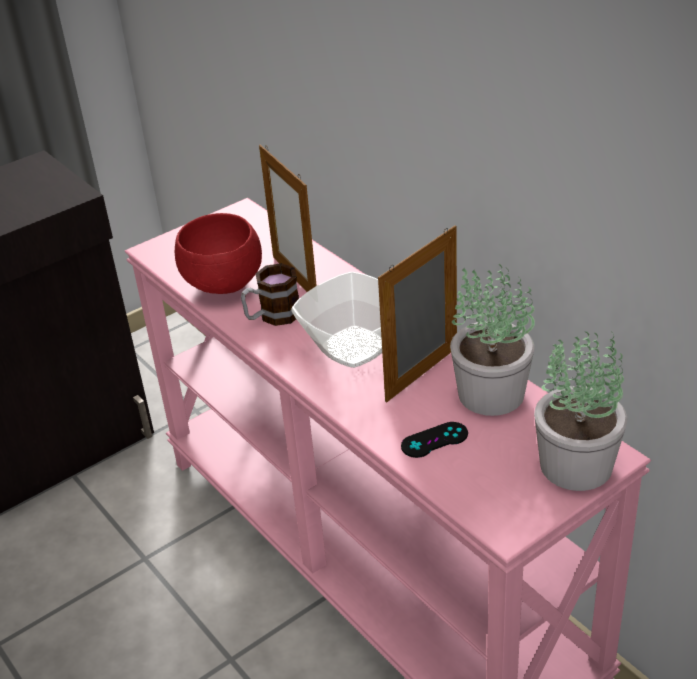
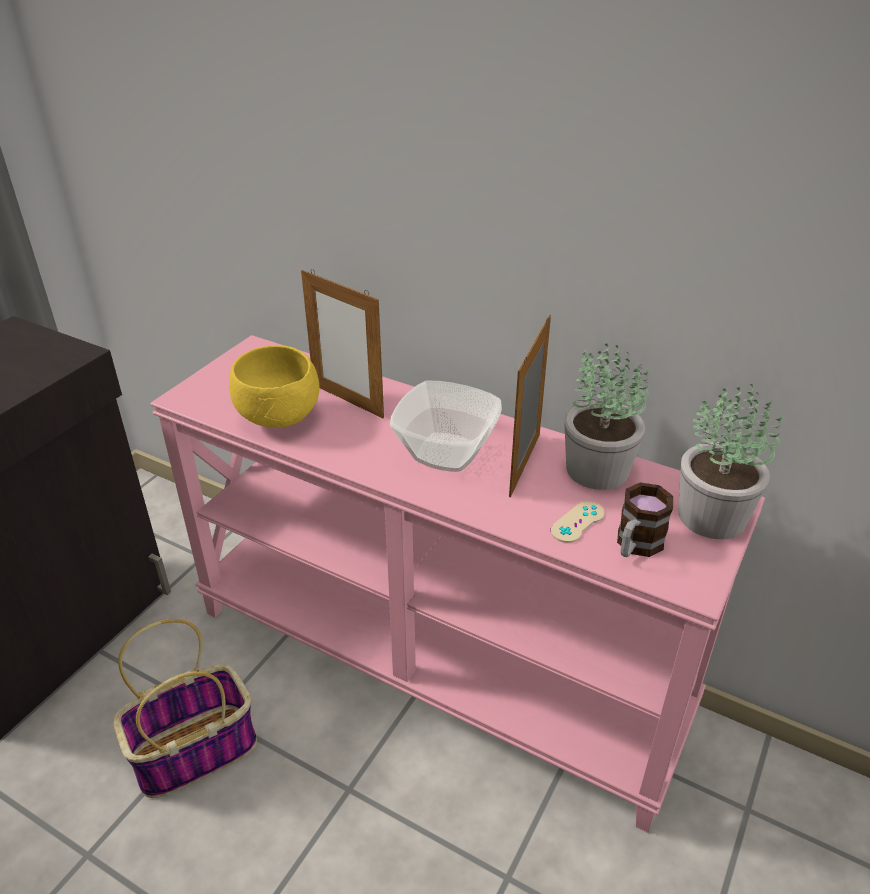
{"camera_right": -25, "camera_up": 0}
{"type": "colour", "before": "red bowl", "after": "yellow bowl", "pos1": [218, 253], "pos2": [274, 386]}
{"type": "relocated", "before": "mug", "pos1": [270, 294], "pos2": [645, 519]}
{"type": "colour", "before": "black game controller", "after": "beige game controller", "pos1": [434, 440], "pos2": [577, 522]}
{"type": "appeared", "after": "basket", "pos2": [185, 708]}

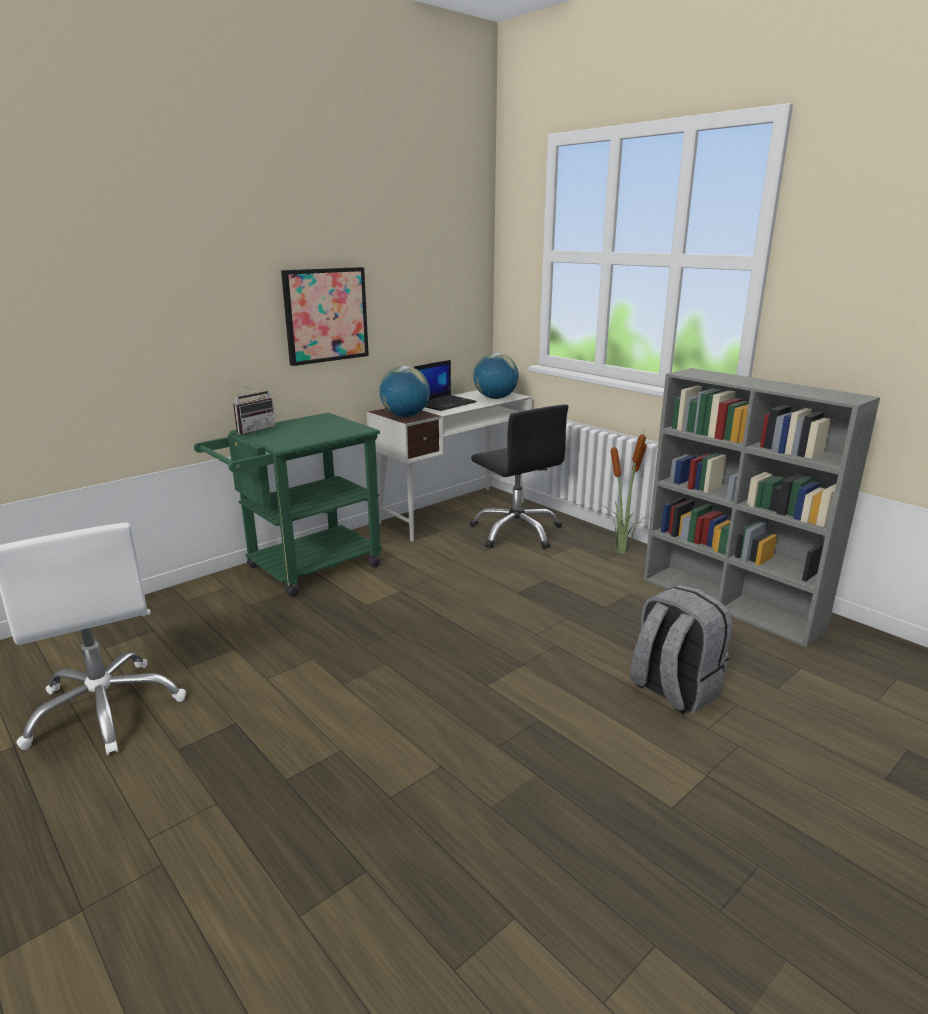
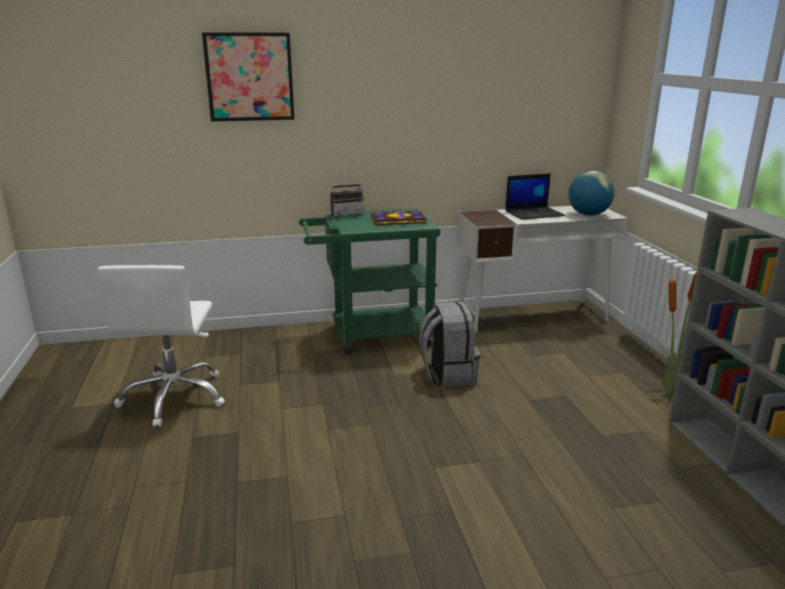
{"camera_right": 30, "camera_up": 0}
{"type": "relocated", "before": "picture", "pos1": [325, 316], "pos2": [248, 76]}
{"type": "missing", "before": "globe", "pos1": [404, 391]}
{"type": "missing", "before": "black office chair", "pos1": [518, 476]}
{"type": "relocated", "before": "grey backpack", "pos1": [681, 649], "pos2": [449, 344]}
{"type": "appeared", "after": "book", "pos2": [399, 217]}

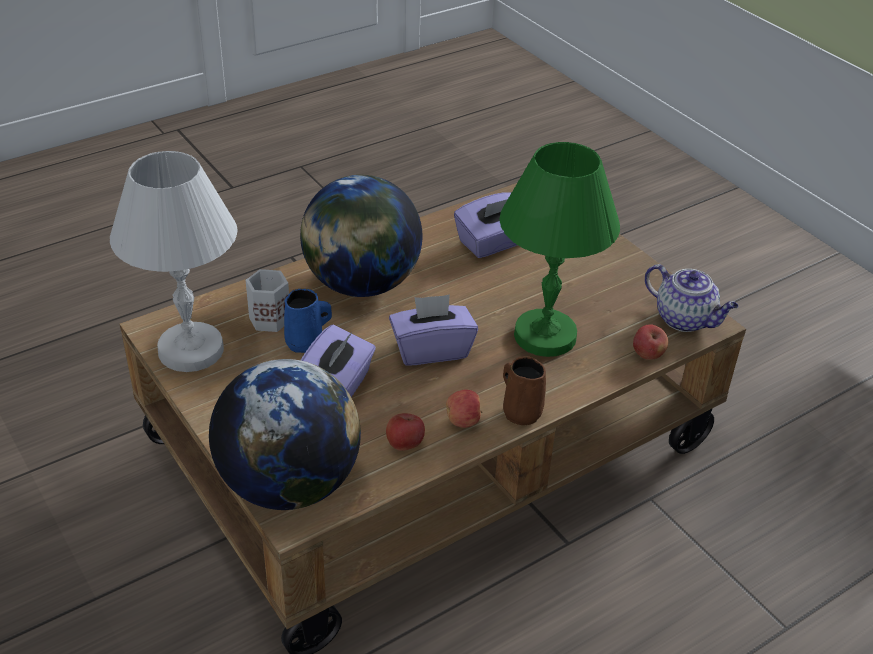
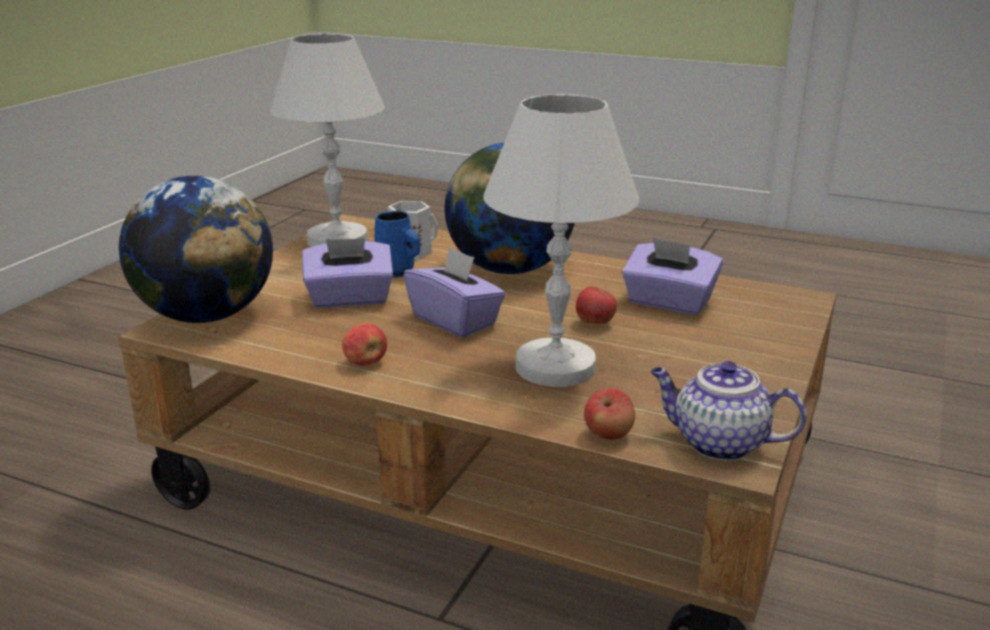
{"camera_right": 60, "camera_up": -15}
{"type": "relocated", "before": "apple", "pos1": [405, 432], "pos2": [596, 305]}
{"type": "colour", "before": "green table lamp", "after": "white table lamp", "pos1": [559, 249], "pos2": [561, 240]}
{"type": "missing", "before": "brown mug", "pos1": [524, 390]}
{"type": "spun", "before": "teapot", "pos1": [691, 298], "pos2": [728, 411], "turn": 105}

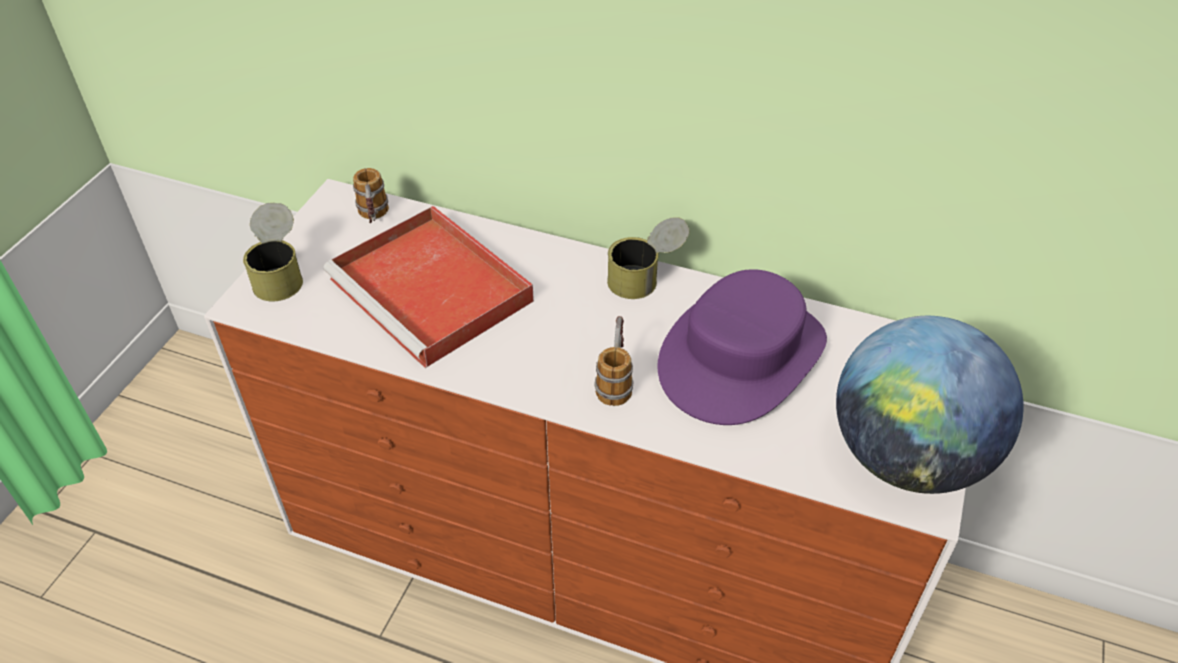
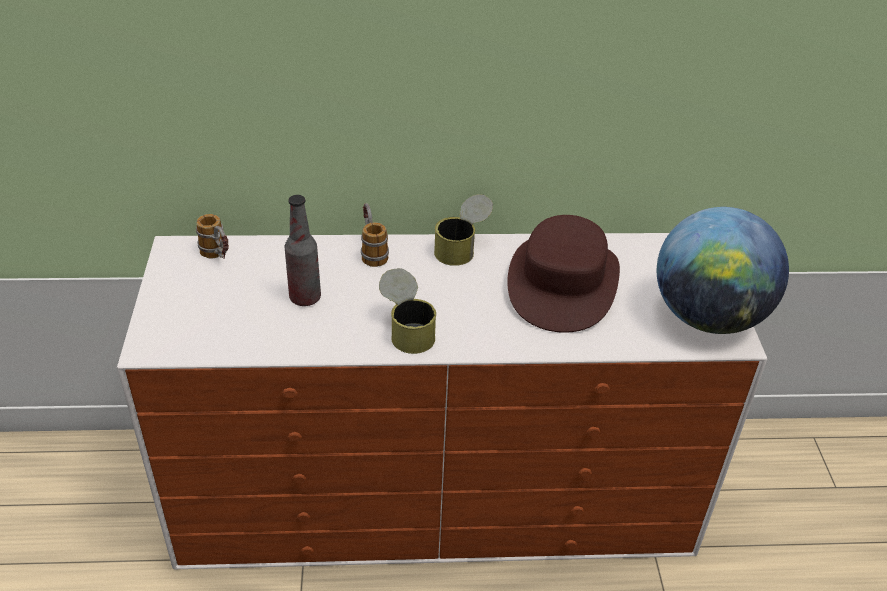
{"camera_right": -25, "camera_up": -5}
{"type": "relocated", "before": "can", "pos1": [273, 252], "pos2": [407, 311]}
{"type": "exchanged", "before": "red tray", "after": "bottle", "pos1": [428, 287], "pos2": [303, 250]}
{"type": "relocated", "before": "mug", "pos1": [614, 361], "pos2": [375, 235]}
{"type": "colour", "before": "purple hat", "after": "brown hat", "pos1": [742, 347], "pos2": [563, 274]}

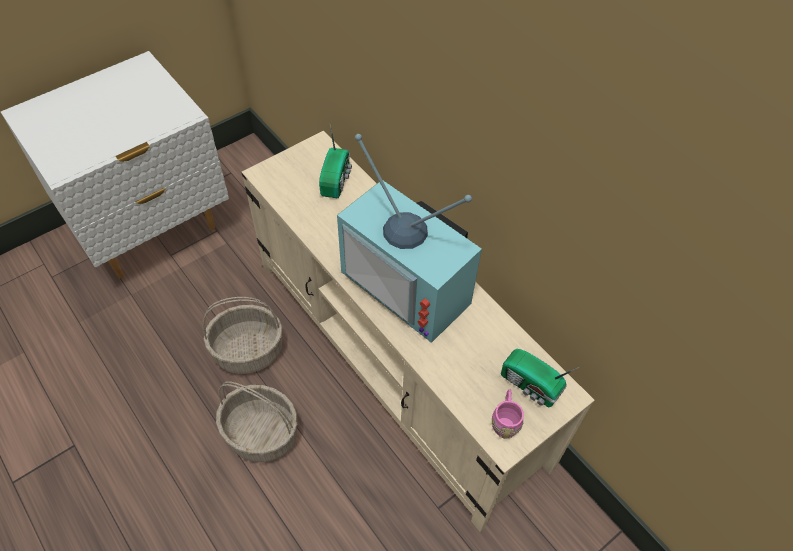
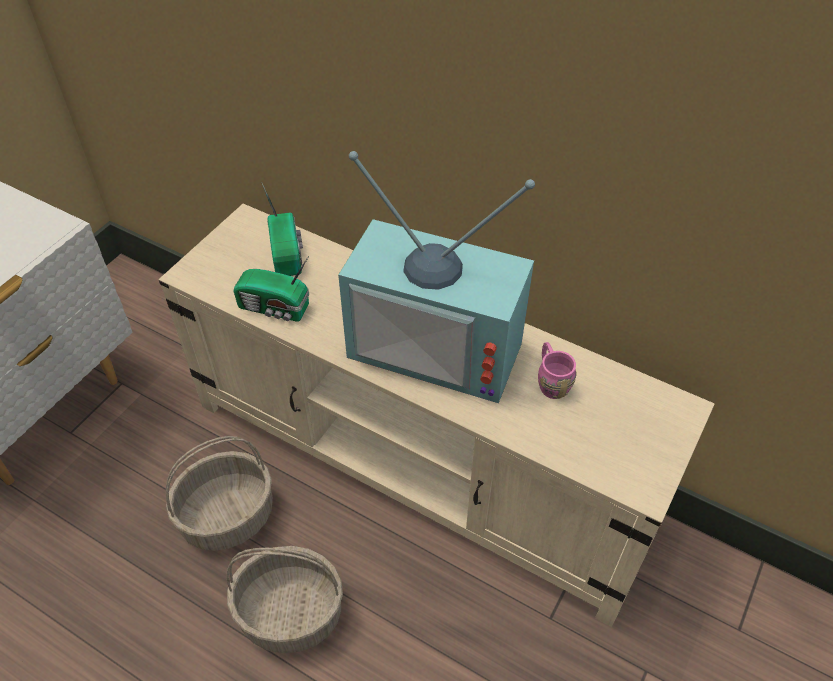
{"camera_right": -20, "camera_up": -5}
{"type": "relocated", "before": "pink mug", "pos1": [508, 414], "pos2": [557, 370]}
{"type": "relocated", "before": "radio", "pos1": [540, 378], "pos2": [271, 289]}

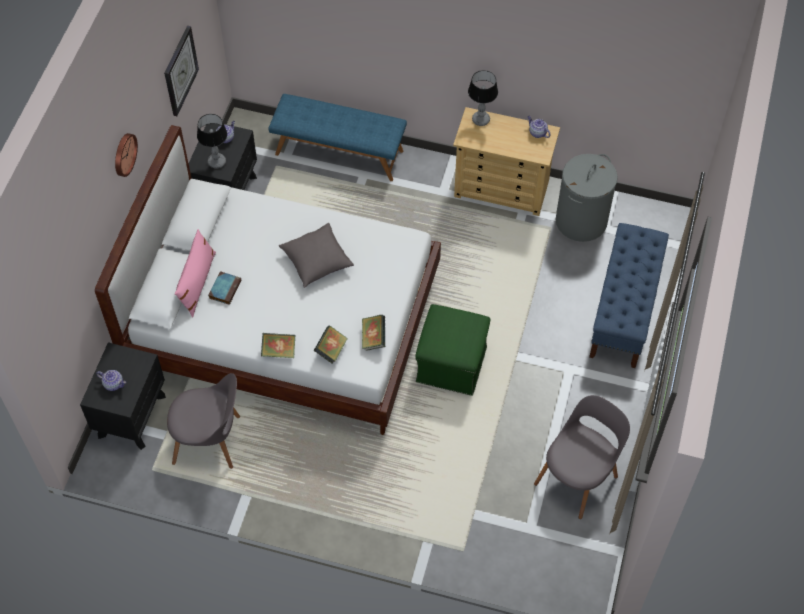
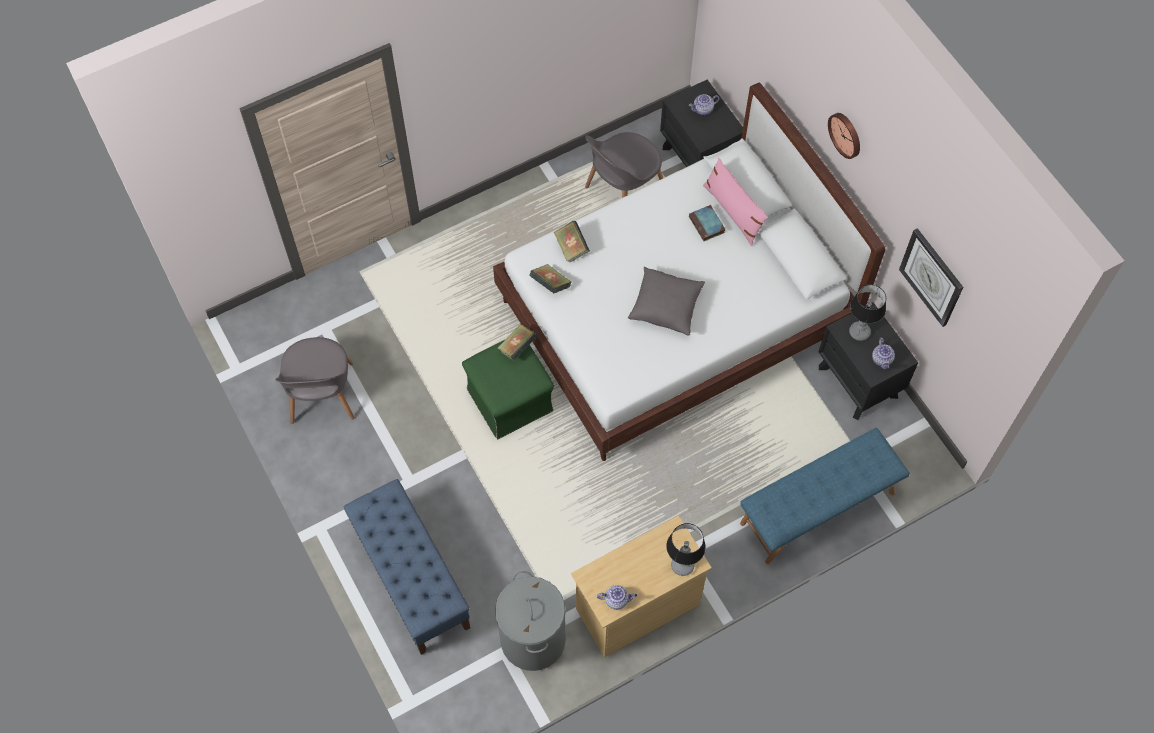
{"camera_right": 135, "camera_up": 5}
{"type": "relocated", "before": "book", "pos1": [278, 345], "pos2": [517, 342]}

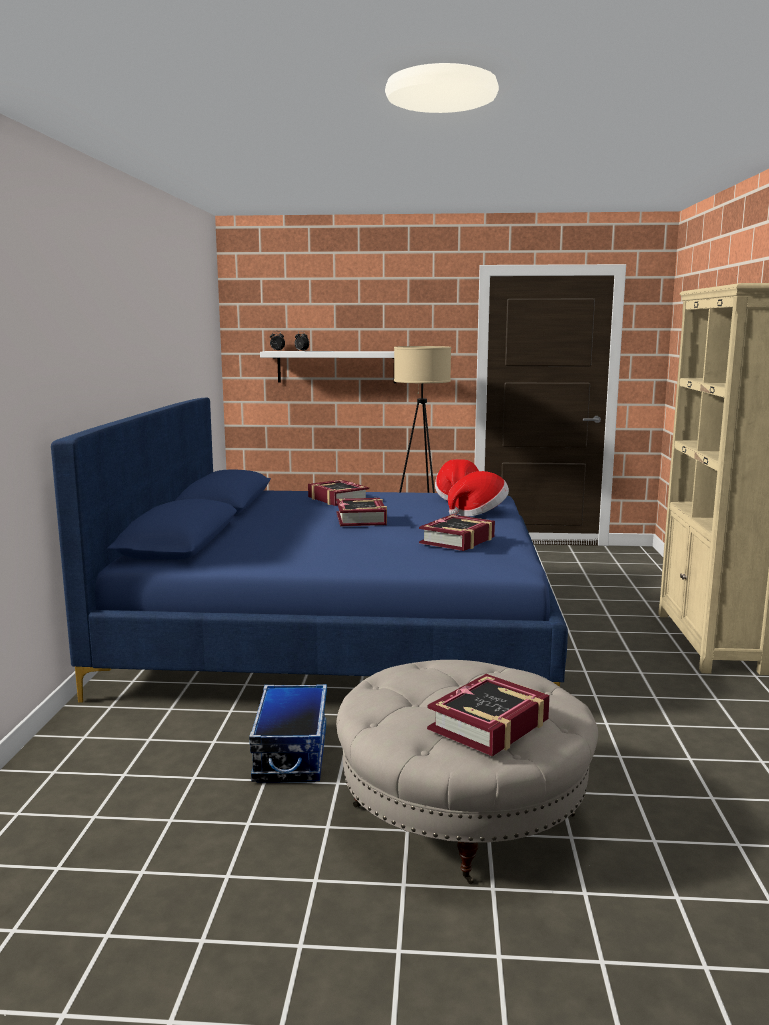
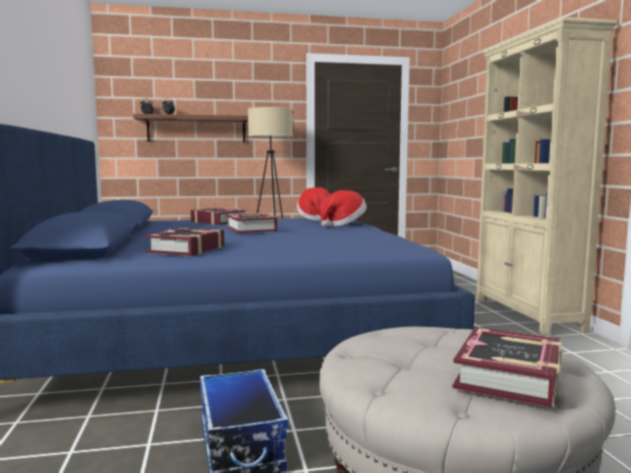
{"camera_right": -15, "camera_up": -5}
{"type": "colour", "before": "white shelf", "after": "brown shelf", "pos1": [328, 367], "pos2": [190, 128]}
{"type": "relocated", "before": "book", "pos1": [457, 532], "pos2": [185, 242]}

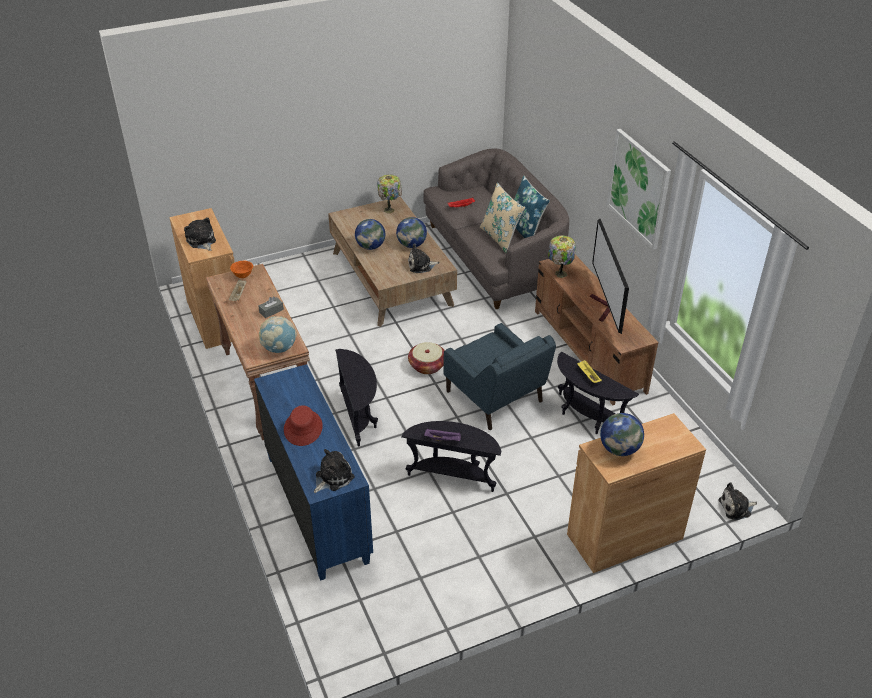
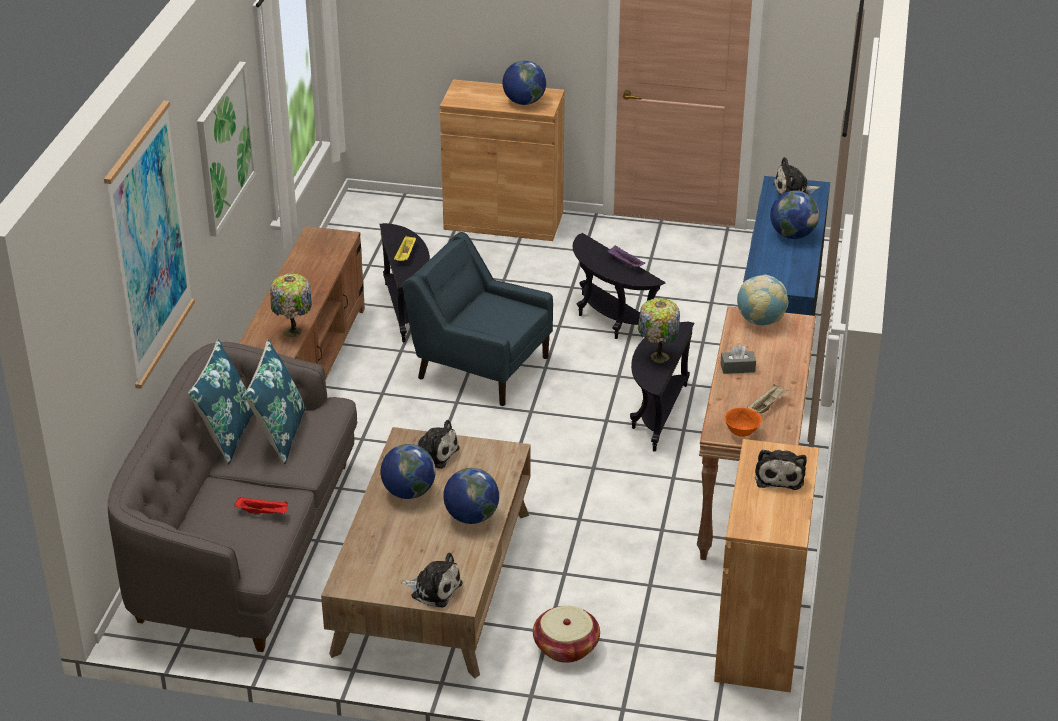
{"camera_right": -145, "camera_up": -5}
{"type": "exchanged", "before": "red hat", "after": "globe", "pos1": [303, 425], "pos2": [794, 214]}
{"type": "relocated", "before": "table lamp", "pos1": [389, 194], "pos2": [659, 330]}
{"type": "relocated", "before": "basket", "pos1": [426, 358], "pos2": [566, 634]}
{"type": "spun", "before": "blue armchair", "pos1": [499, 376], "pos2": [477, 319], "turn": -60}
{"type": "colour", "before": "beige pillow", "after": "blue pillow", "pos1": [502, 217], "pos2": [275, 402]}
{"type": "missing", "before": "television", "pos1": [609, 276]}
{"type": "relocated", "before": "plush toy", "pos1": [737, 501], "pos2": [432, 580]}
{"type": "appeared", "after": "picture", "pos2": [149, 245]}

